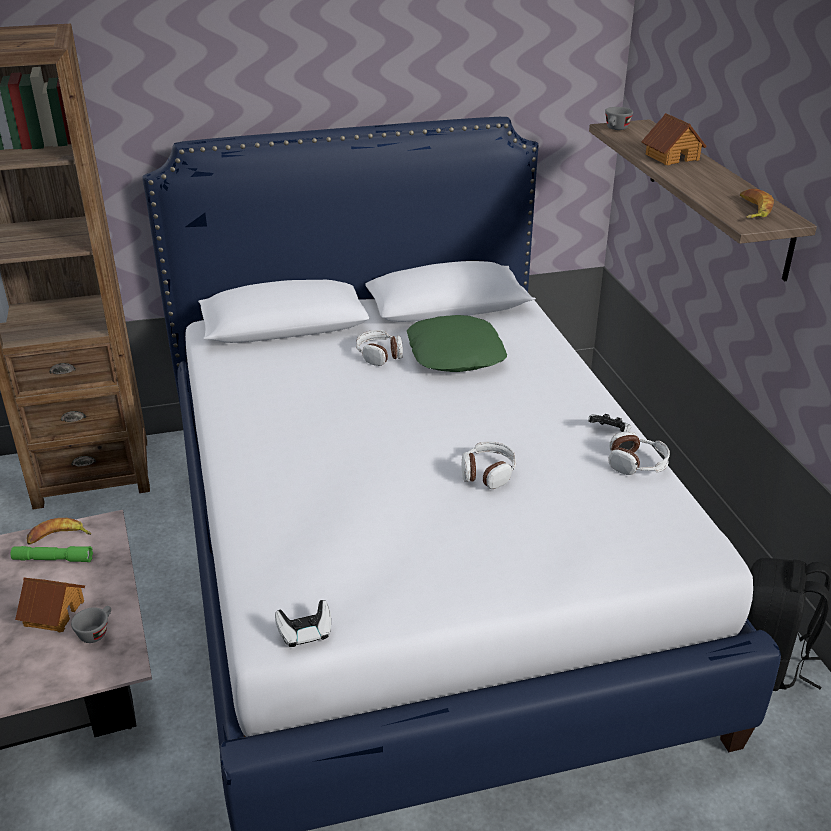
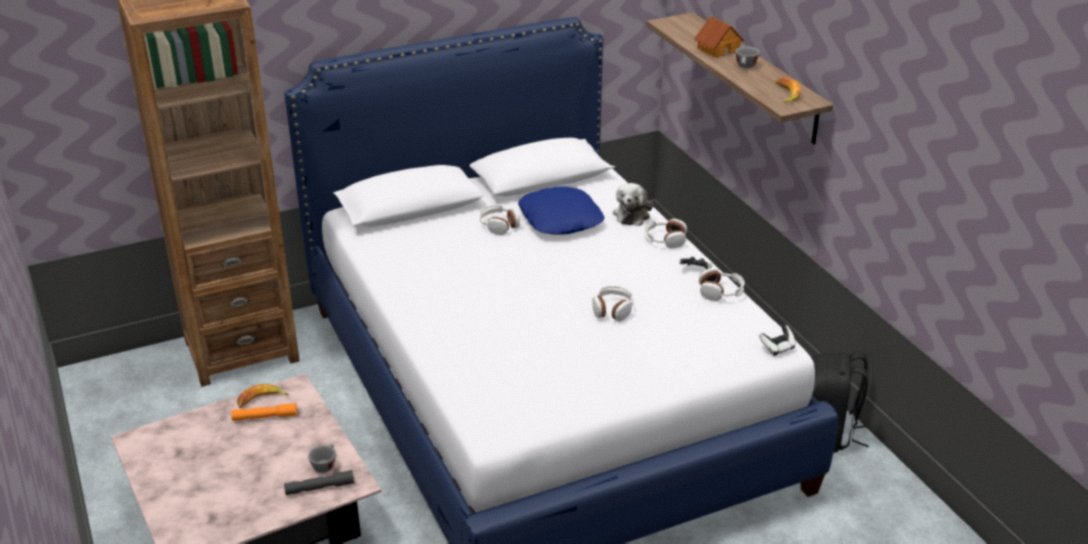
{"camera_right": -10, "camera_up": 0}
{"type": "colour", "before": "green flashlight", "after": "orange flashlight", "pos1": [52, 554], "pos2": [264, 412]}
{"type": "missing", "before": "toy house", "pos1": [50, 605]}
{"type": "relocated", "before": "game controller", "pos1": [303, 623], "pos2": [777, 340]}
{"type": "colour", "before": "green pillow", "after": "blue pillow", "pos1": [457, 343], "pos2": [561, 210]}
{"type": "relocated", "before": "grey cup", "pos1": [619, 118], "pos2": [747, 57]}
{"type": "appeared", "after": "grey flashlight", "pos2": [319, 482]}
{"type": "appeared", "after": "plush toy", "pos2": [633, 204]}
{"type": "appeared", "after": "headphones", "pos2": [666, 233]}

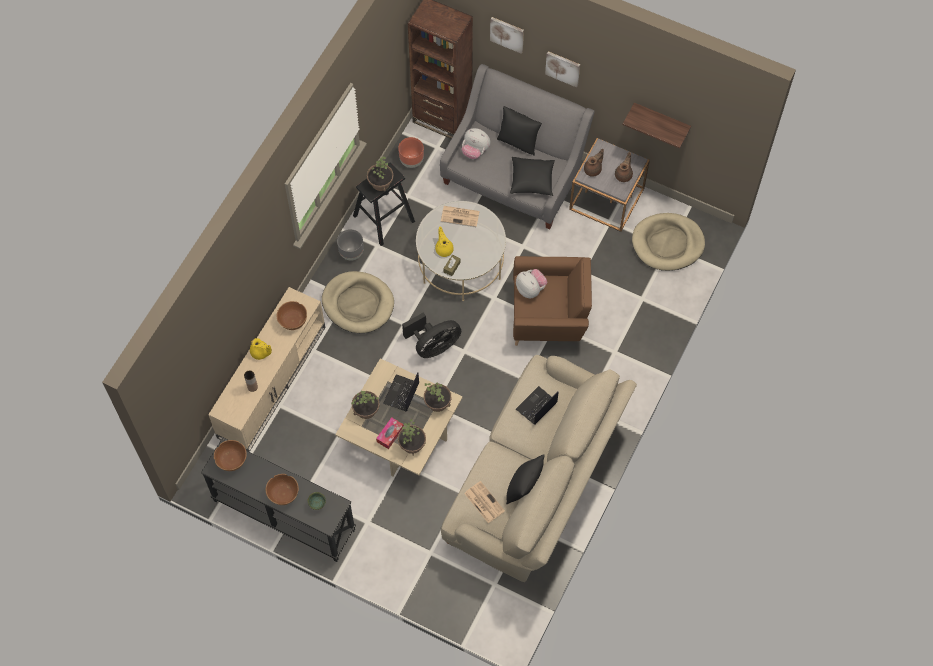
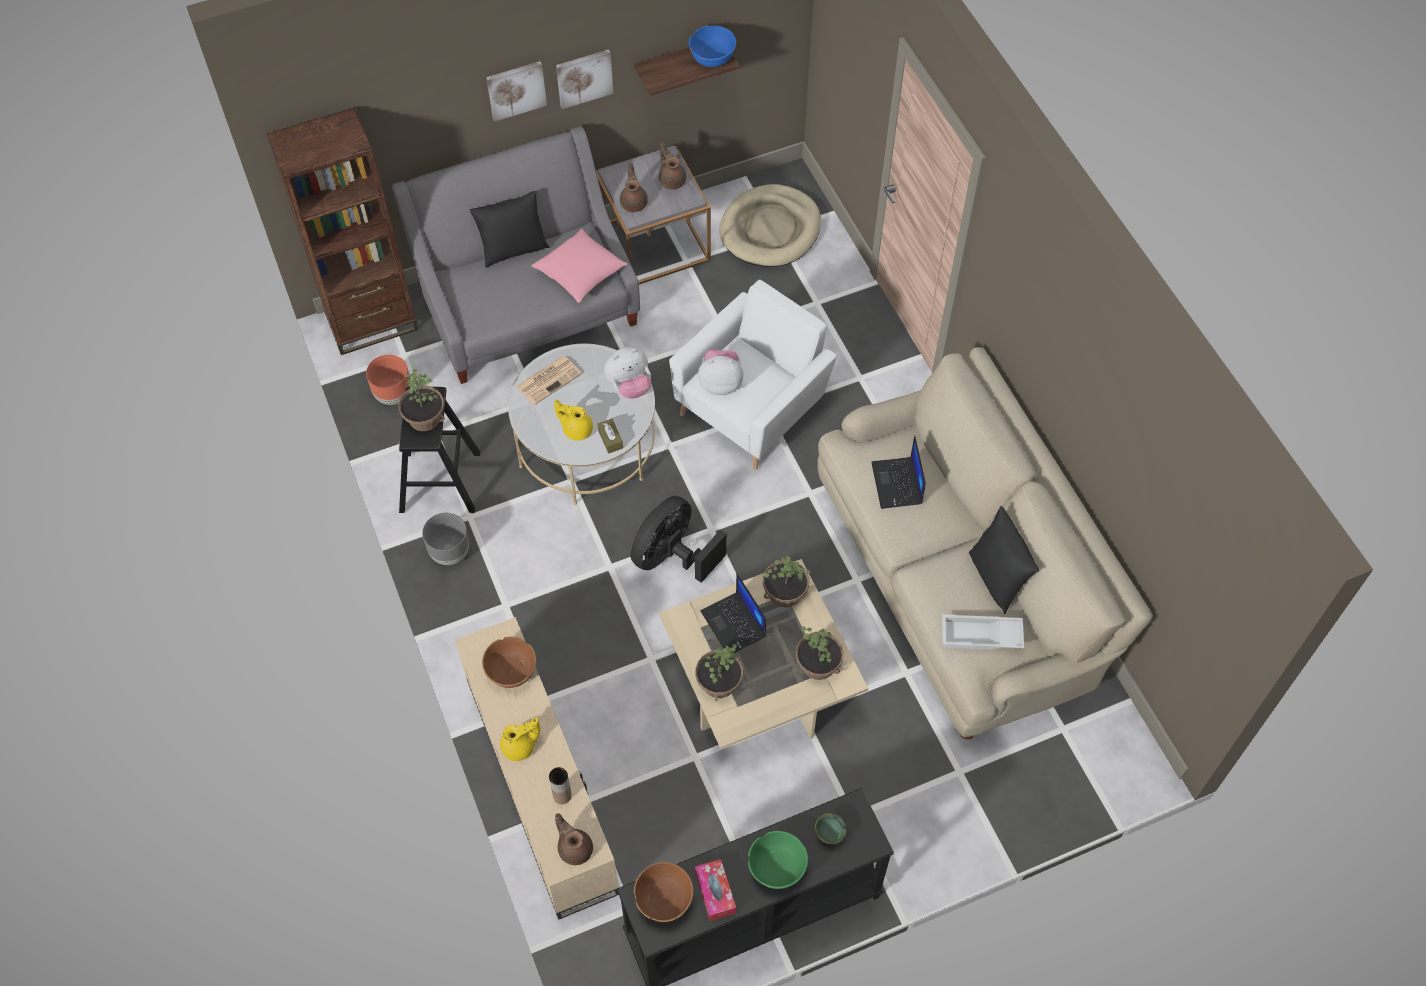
{"camera_right": -50, "camera_up": -5}
{"type": "colour", "before": "brown bowl", "after": "green bowl", "pos1": [282, 489], "pos2": [778, 860]}
{"type": "missing", "before": "beige dog bed", "pos1": [358, 302]}
{"type": "relocated", "before": "tissue box", "pos1": [390, 433], "pos2": [715, 890]}
{"type": "spun", "before": "black fan", "pos1": [431, 335], "pos2": [678, 539], "turn": -150}
{"type": "relocated", "before": "plush toy", "pos1": [476, 143], "pos2": [627, 373]}
{"type": "exchanged", "before": "newspaper", "after": "white tray", "pos1": [484, 502], "pos2": [983, 632]}
{"type": "relocated", "before": "picture", "pos1": [507, 35], "pos2": [585, 79]}
{"type": "colour", "before": "black pillow", "after": "pink pillow", "pos1": [532, 176], "pos2": [580, 266]}
{"type": "colour", "before": "brown armchair", "after": "white armchair", "pos1": [552, 301], "pos2": [753, 375]}
{"type": "appeared", "after": "brown teapot", "pos2": [574, 839]}
{"type": "appeared", "after": "blue bowl", "pos2": [712, 46]}

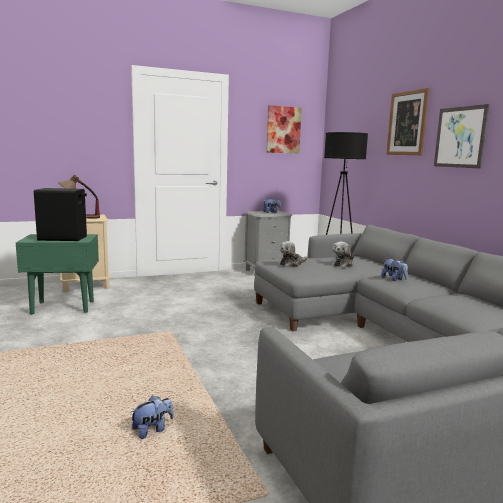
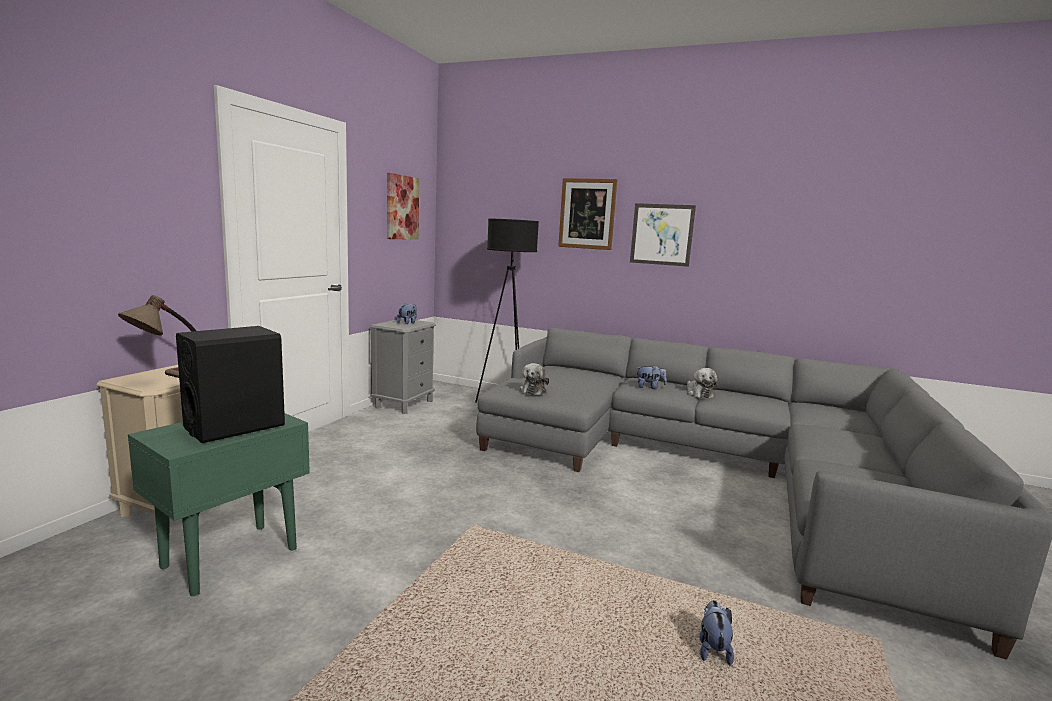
{"camera_right": -45, "camera_up": 0}
{"type": "relocated", "before": "plush toy", "pos1": [343, 254], "pos2": [702, 383]}

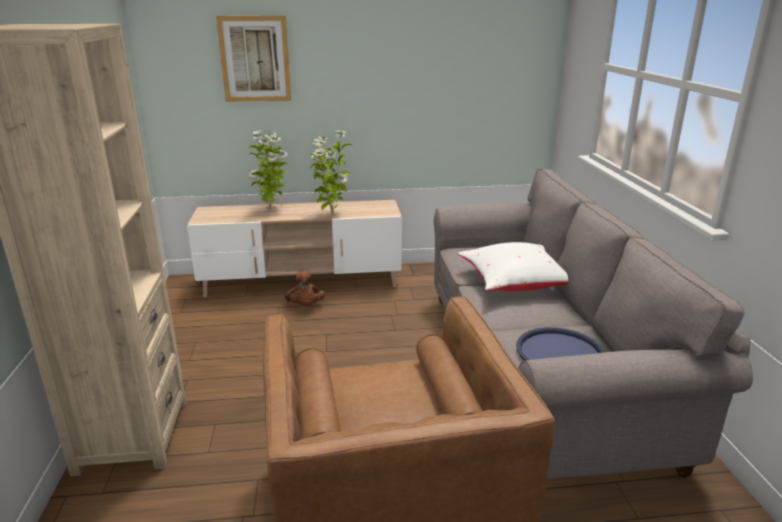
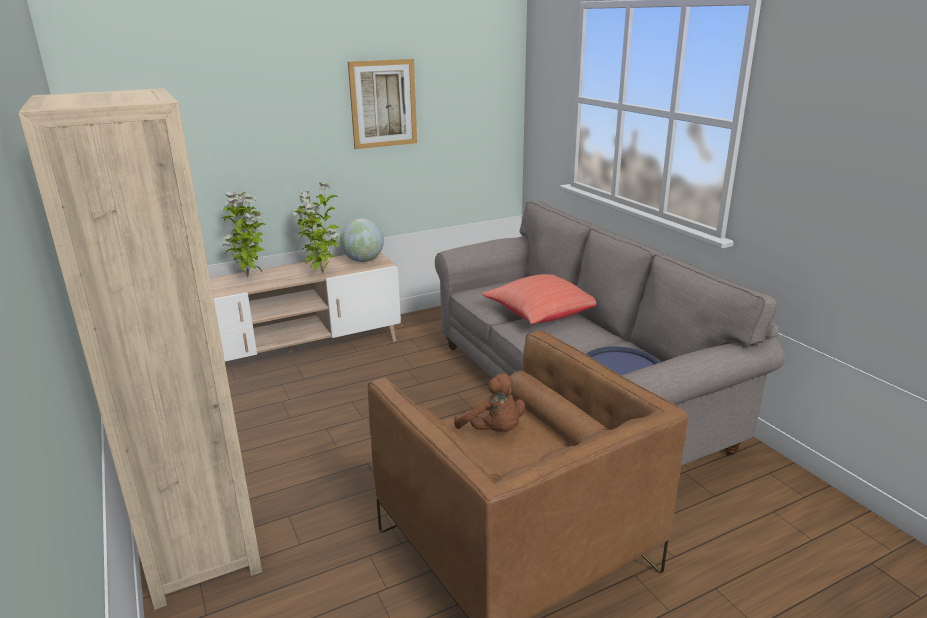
{"camera_right": -20, "camera_up": 0}
{"type": "relocated", "before": "picture", "pos1": [253, 59], "pos2": [382, 104]}
{"type": "relocated", "before": "brown plush toy", "pos1": [304, 288], "pos2": [489, 402]}
{"type": "colour", "before": "white pillow", "after": "red pillow", "pos1": [513, 266], "pos2": [539, 299]}
{"type": "appeared", "after": "globe", "pos2": [362, 240]}

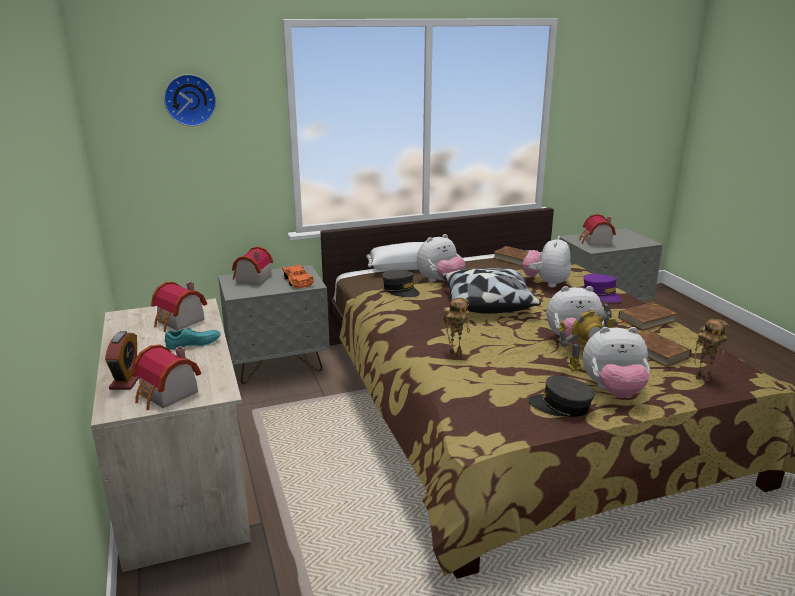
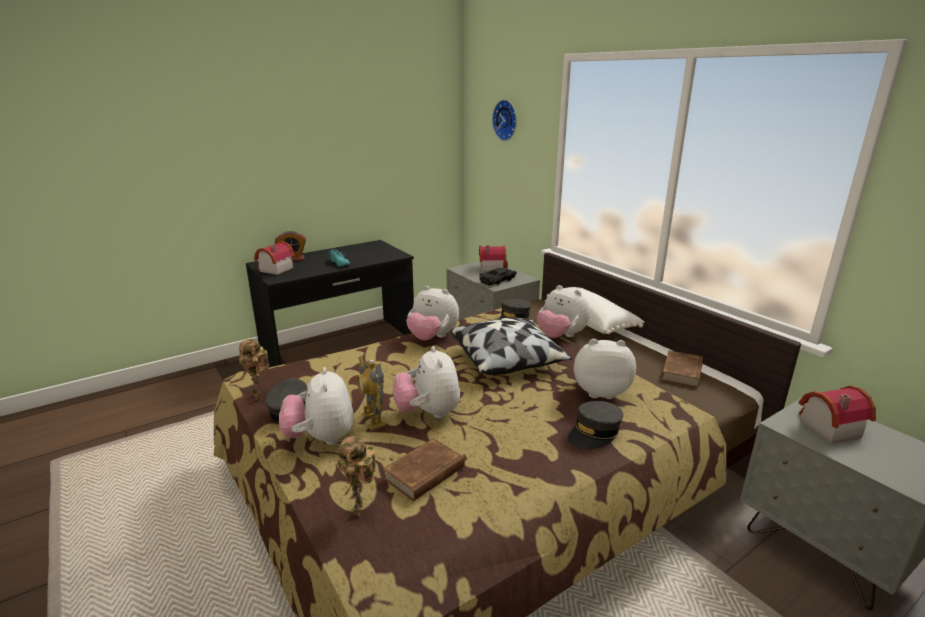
{"camera_right": 75, "camera_up": 0}
{"type": "colour", "before": "beige desk", "after": "black desk", "pos1": [171, 435], "pos2": [330, 303]}
{"type": "missing", "before": "toy house", "pos1": [179, 307]}
{"type": "colour", "before": "orange toy car", "after": "black toy car", "pos1": [298, 276], "pos2": [498, 277]}
{"type": "relocated", "before": "toy robot", "pos1": [456, 327], "pos2": [254, 370]}
{"type": "colour", "before": "purple cap", "after": "grey cap", "pos1": [602, 288], "pos2": [595, 425]}
{"type": "missing", "before": "brown book", "pos1": [648, 316]}
{"type": "appeared", "after": "plush toy", "pos2": [432, 313]}

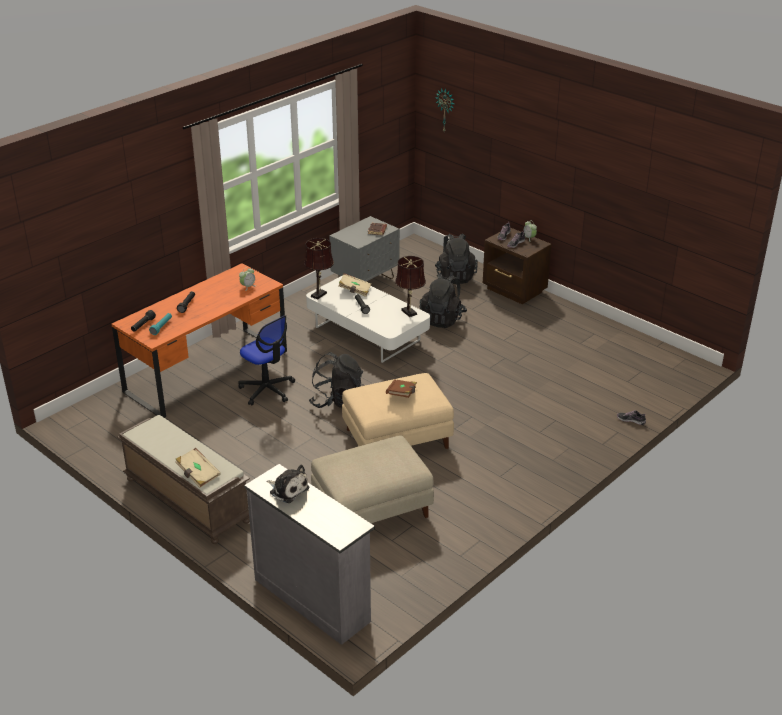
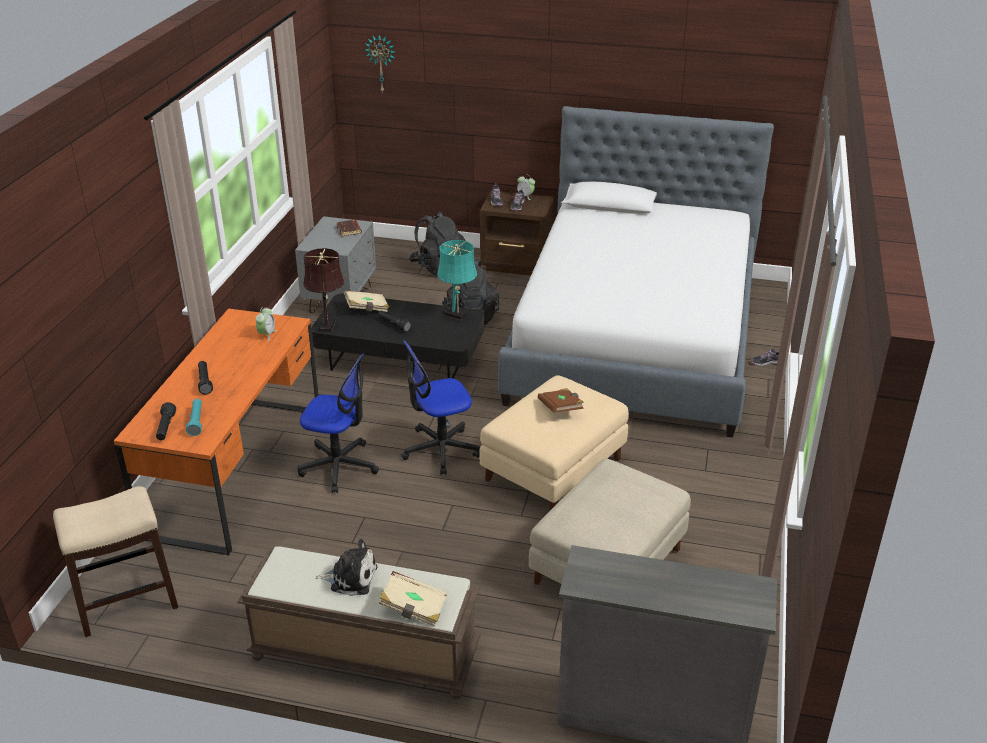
{"camera_right": -30, "camera_up": 0}
{"type": "relocated", "before": "plush toy", "pos1": [287, 484], "pos2": [346, 567]}
{"type": "colour", "before": "white coffee table", "after": "black coffee table", "pos1": [368, 319], "pos2": [397, 336]}
{"type": "exchanged", "before": "black backpack", "after": "office chair", "pos1": [336, 380], "pos2": [440, 408]}
{"type": "colour", "before": "brown table lamp", "after": "turquoise table lamp", "pos1": [410, 286], "pos2": [457, 280]}
{"type": "appeared", "after": "stool", "pos2": [115, 561]}
{"type": "appeared", "after": "bed", "pos2": [636, 272]}

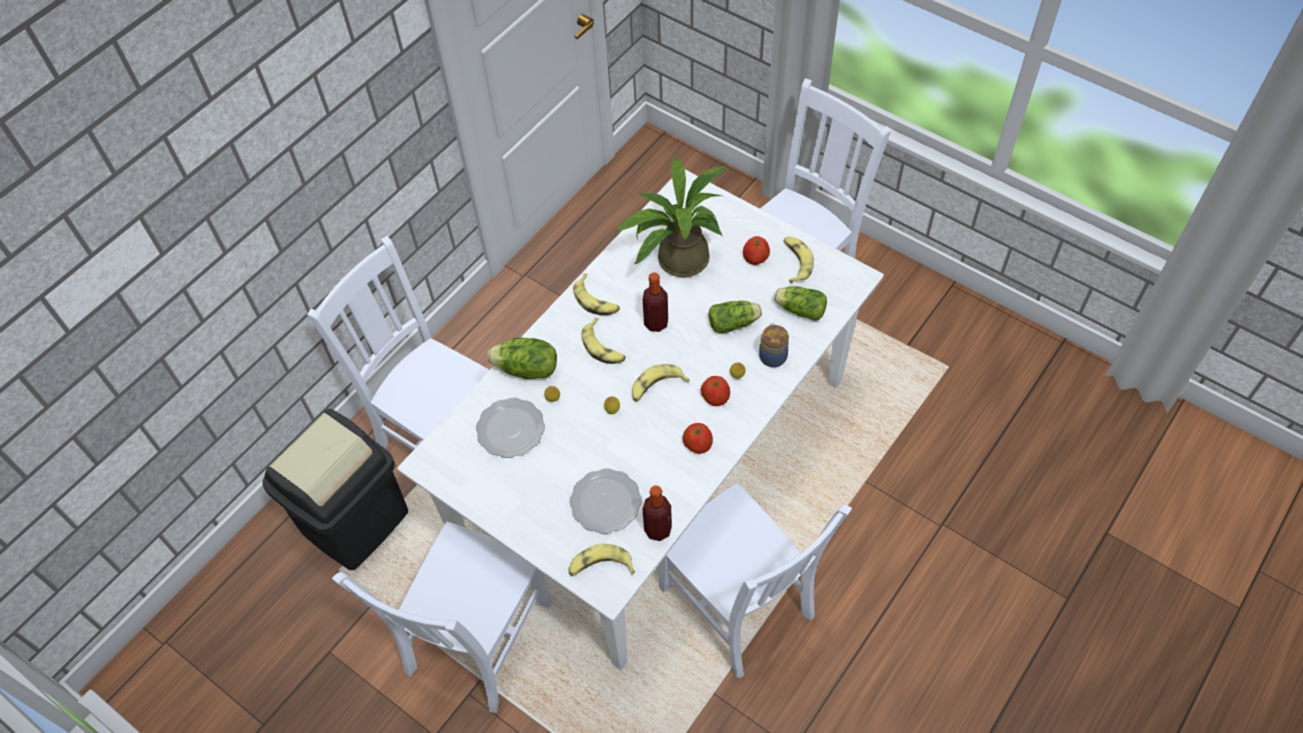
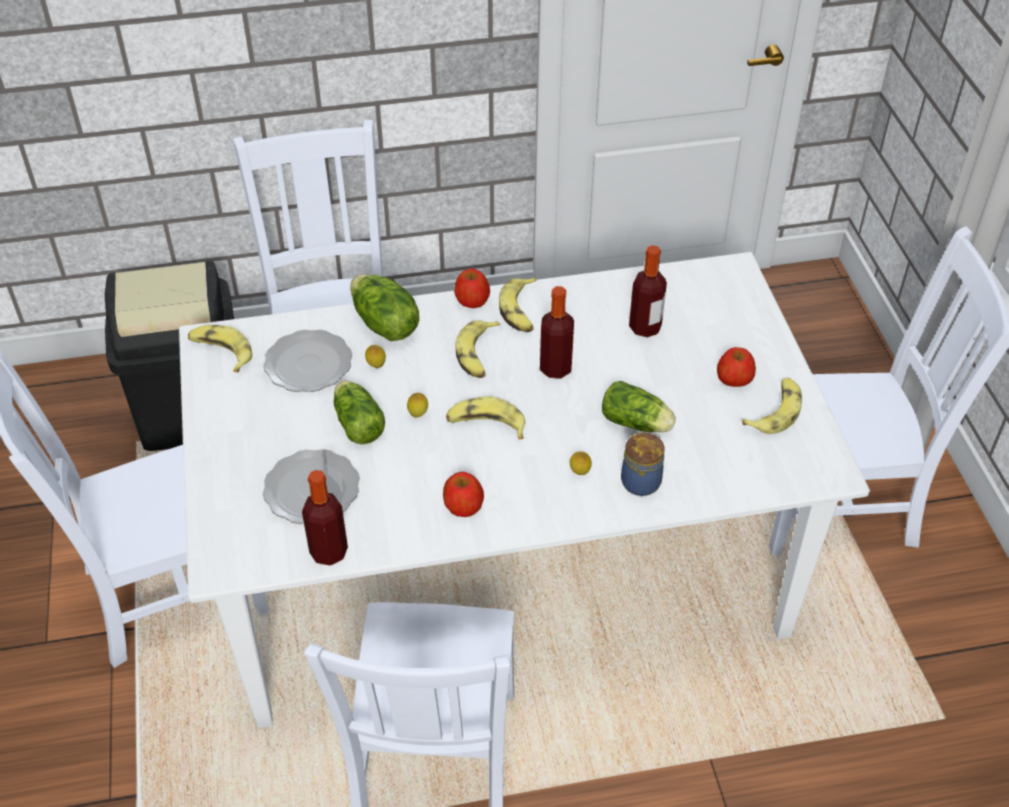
{"camera_right": 40, "camera_up": -10}
{"type": "relocated", "before": "banana", "pos1": [602, 560], "pos2": [220, 348]}
{"type": "exchanged", "before": "potted plant", "after": "bottle", "pos1": [672, 216], "pos2": [648, 291]}
{"type": "relocated", "before": "apple", "pos1": [715, 391], "pos2": [472, 288]}
{"type": "relocated", "before": "lettuce", "pos1": [800, 303], "pos2": [359, 412]}

